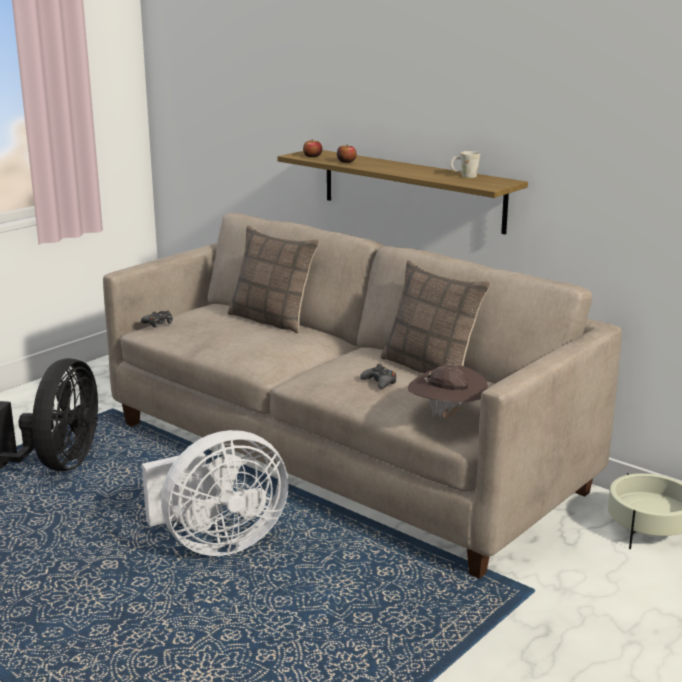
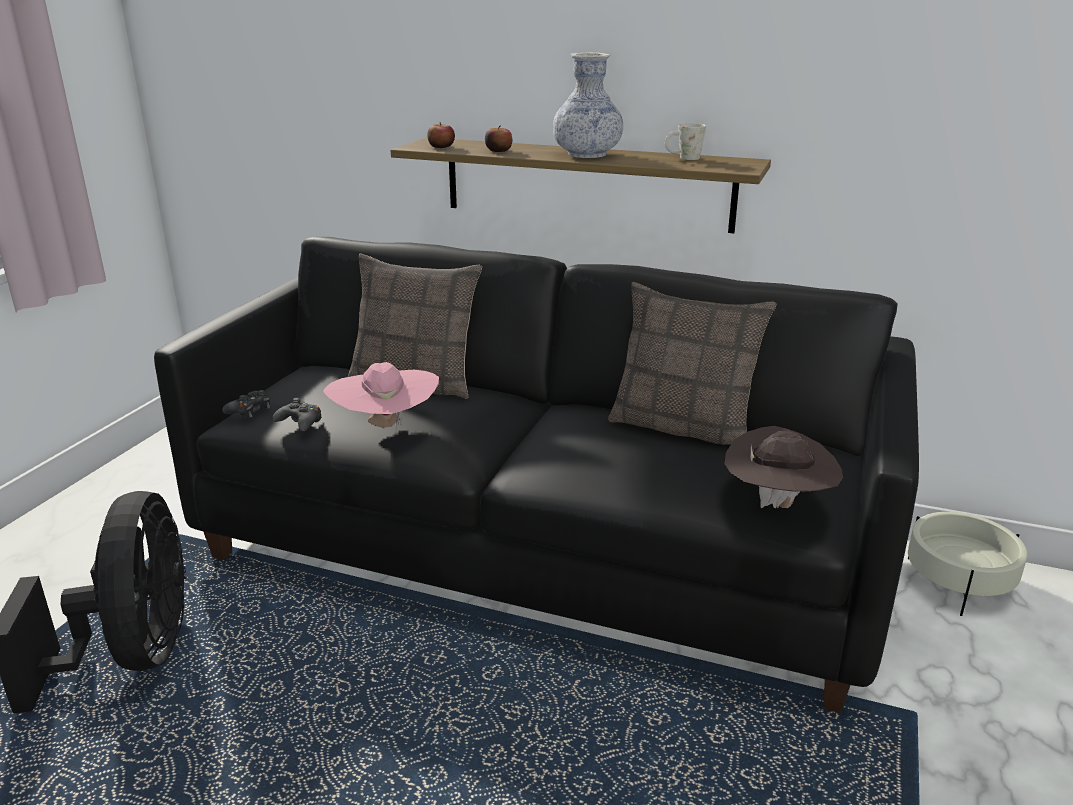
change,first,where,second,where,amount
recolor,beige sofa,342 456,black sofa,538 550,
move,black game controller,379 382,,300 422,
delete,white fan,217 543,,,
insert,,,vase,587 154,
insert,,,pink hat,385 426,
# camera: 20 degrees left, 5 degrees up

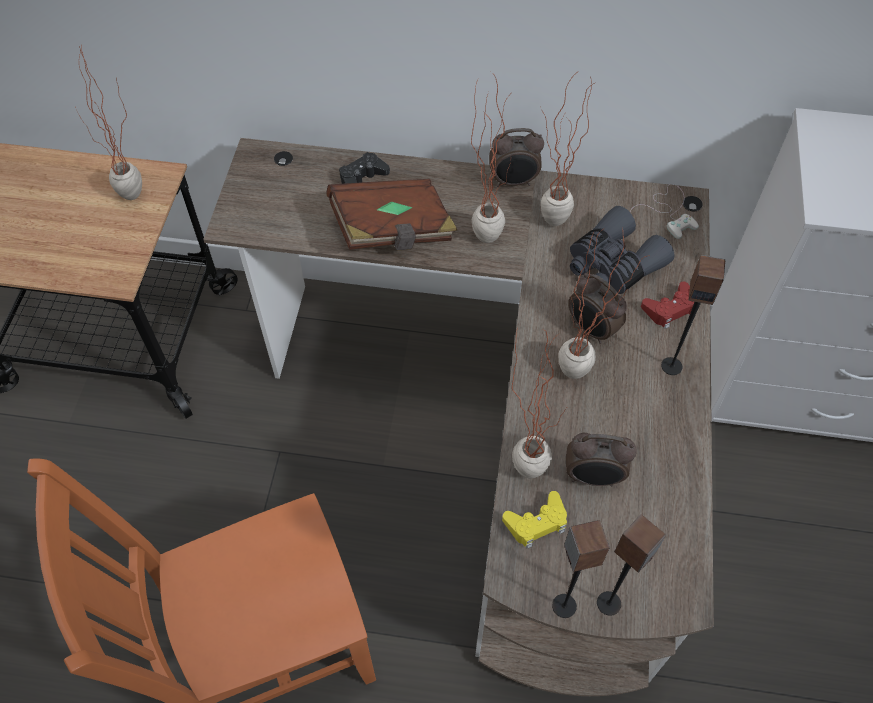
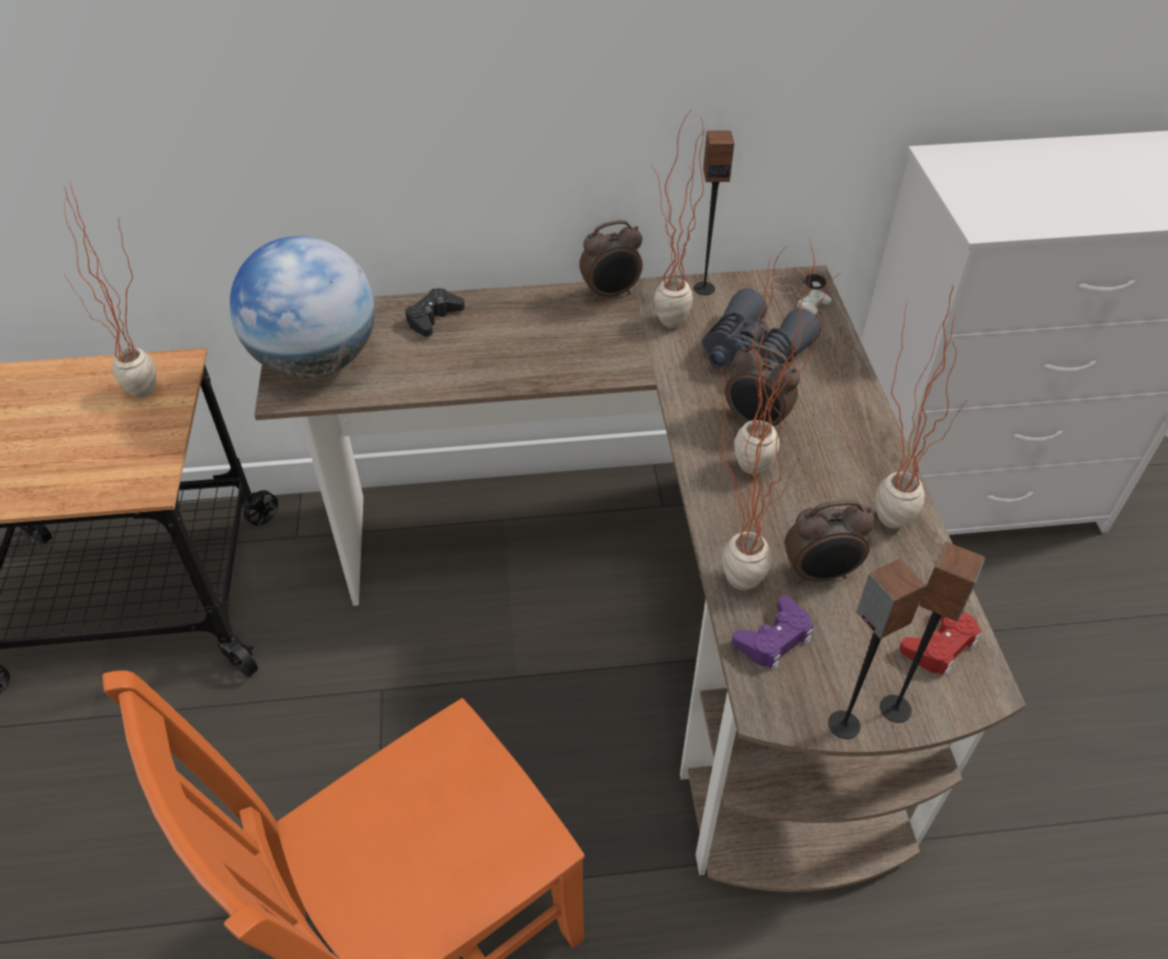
change,first,where,second,where,amount
move,potted plant,486 229,,885 510,
delete,brown book,393 230,,,
move,speaker,671 366,,704 288,
move,red game controller,670 309,,939 645,
recolor,yellow game controller,536 523,purple game controller,774 639,
insert,,,globe,317 360,
# camera: 15 degrees left, 10 degrees down

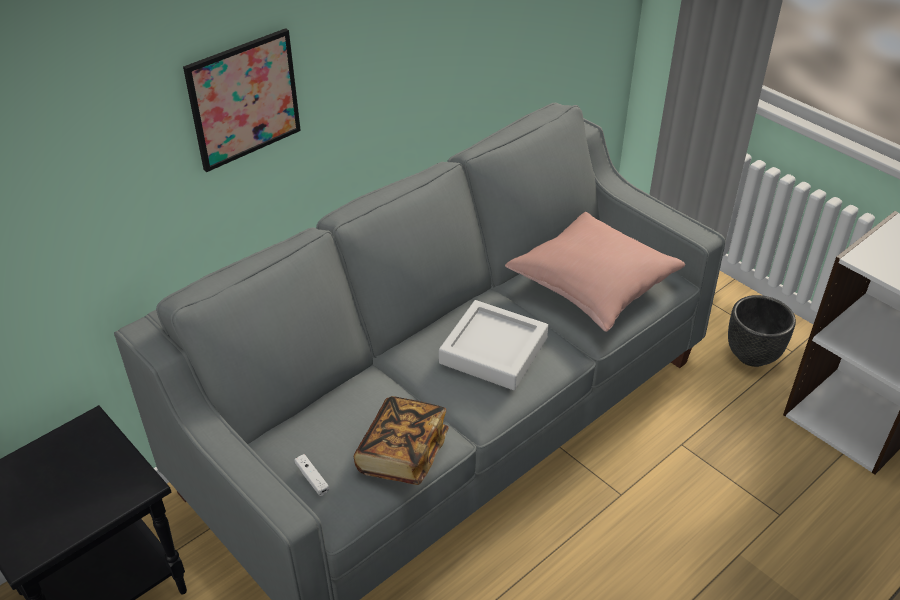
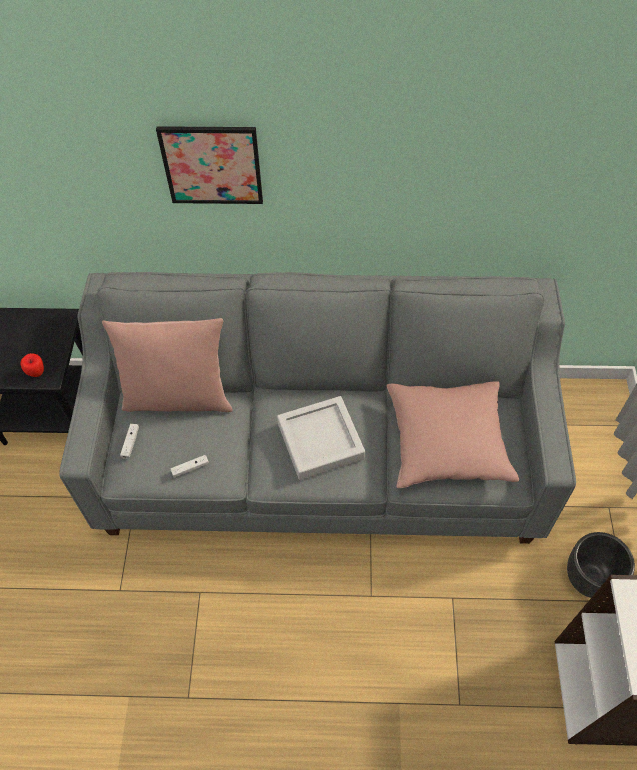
change,first,where,second,where,amount
replace,book,402 454,white game controller,190 468,
insert,,,pink pillow,178 397,
insert,,,apple,37 373,
# camera: 45 degrees right, 15 degrees up

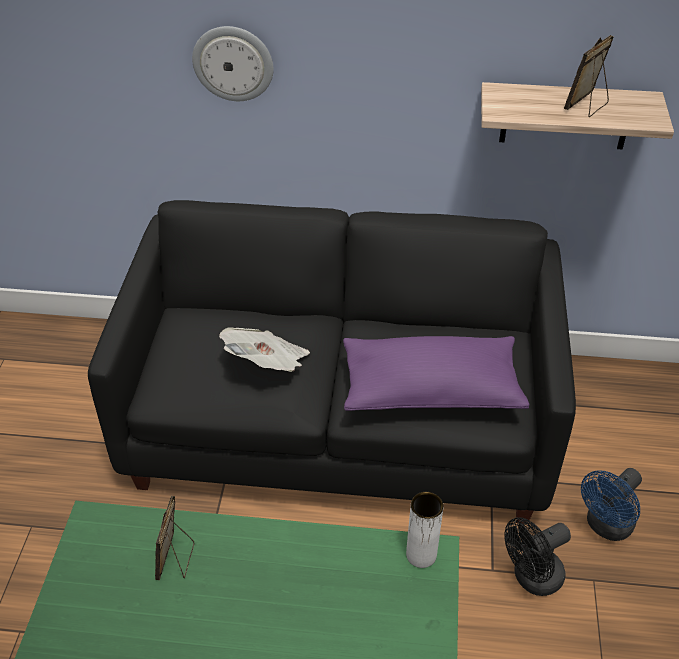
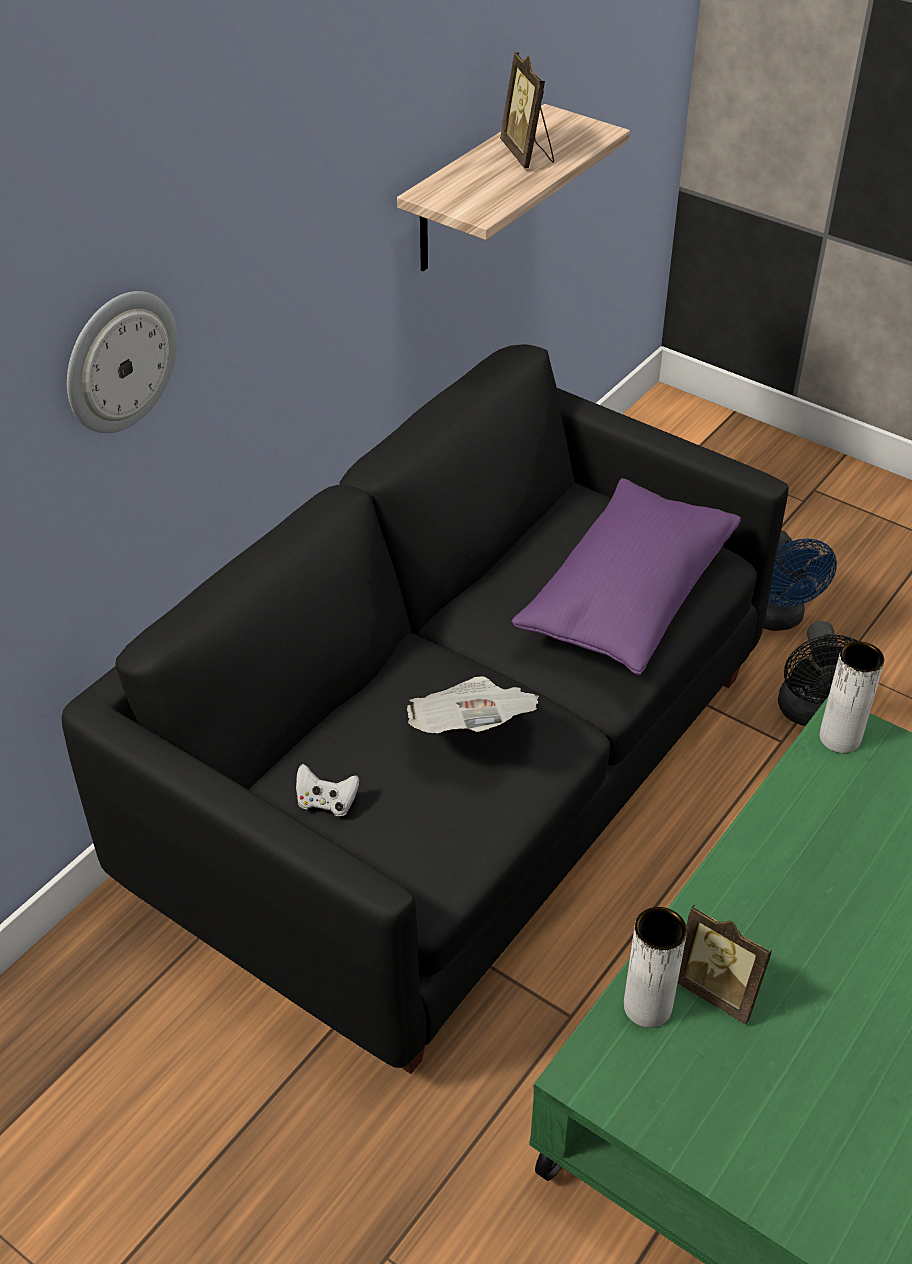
change,first,where,second,where,amount
insert,,,white game controller,326 802,
insert,,,white vase,647 1006,
# camera: 60 degrees left, 0 degrees up

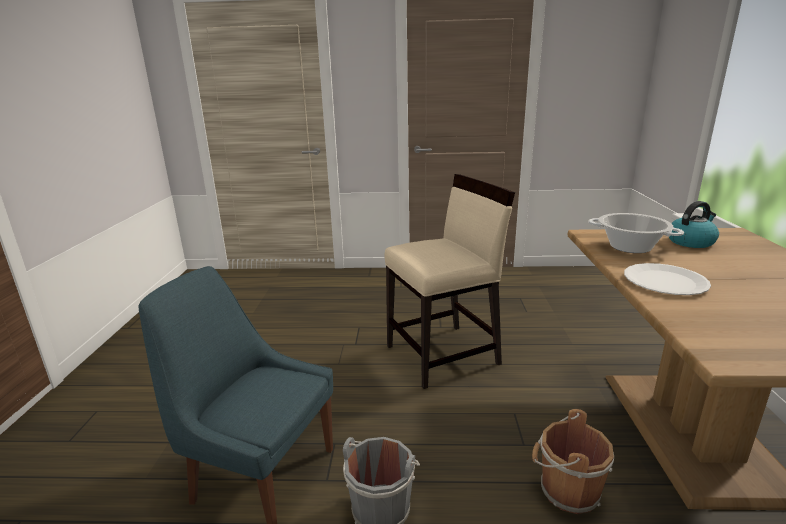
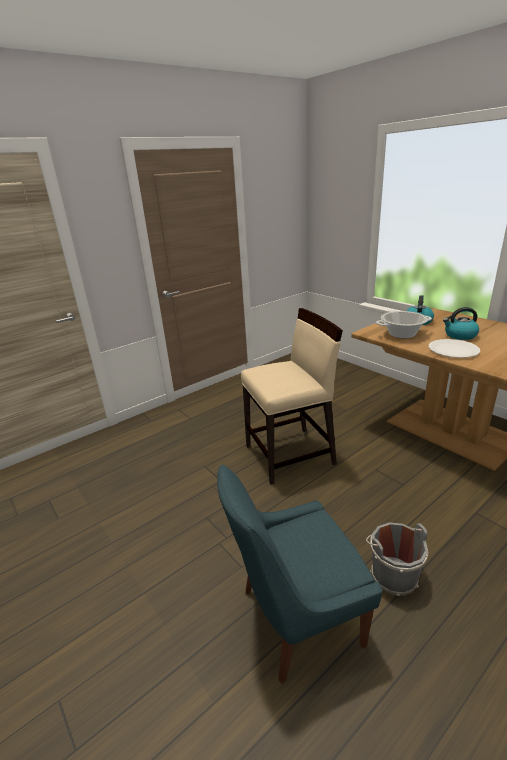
change,first,where,second,where,amount
rotate,beige chair,444 355,,291 455,45 degrees clockwise
delete,brown bucket,566 490,,,
insert,,,kettle,459 335,
# camera: 40 degrees left, 5 degrees up

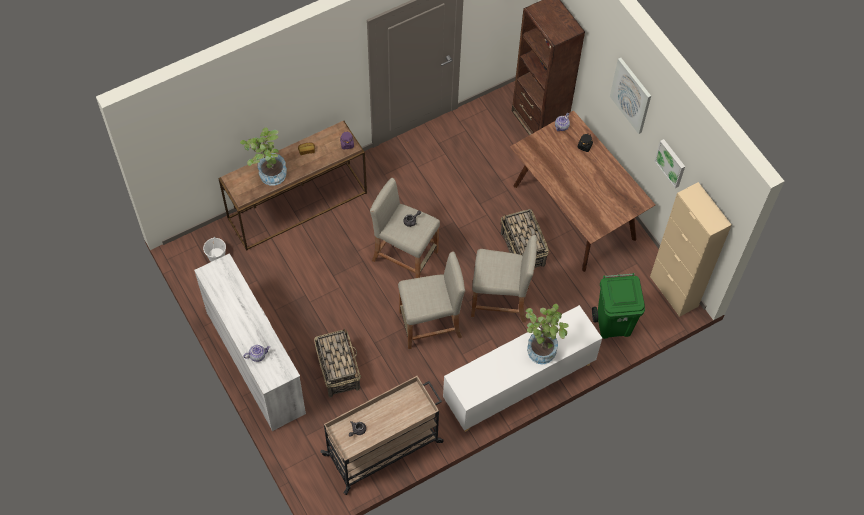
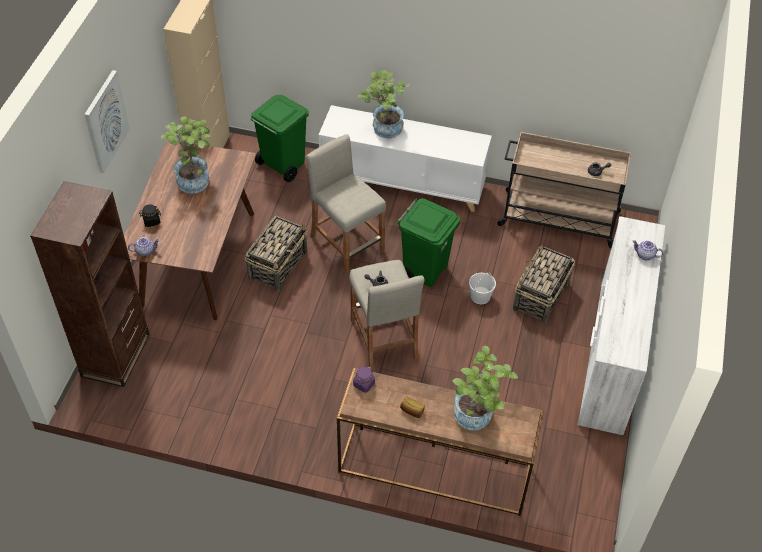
change,first,where,second,where,amount
delete,picture,671 162,,,
move,white bucket,217 256,,480 296,
replace,beige stool,430 325,green trash can,425 270,
insert,,,potted plant,194 178,
# camera: 135 degrees left, 10 degrees down

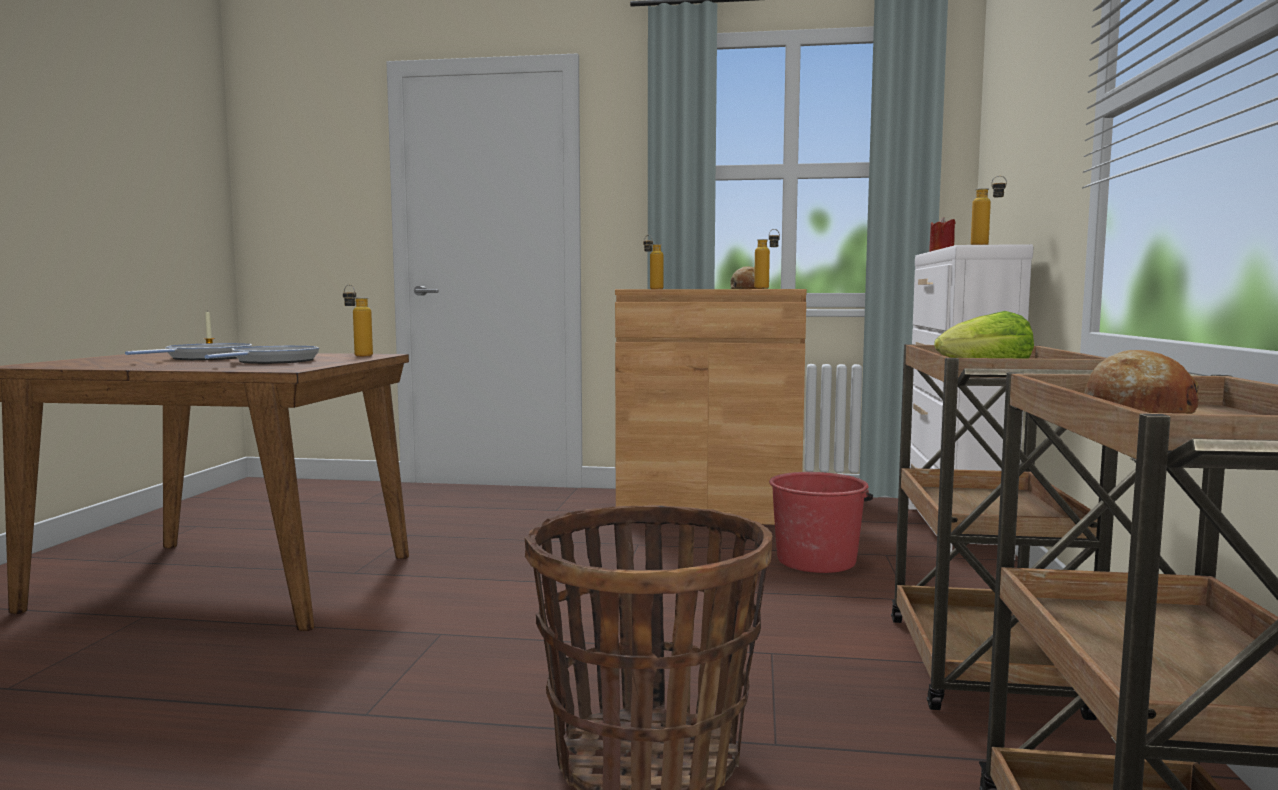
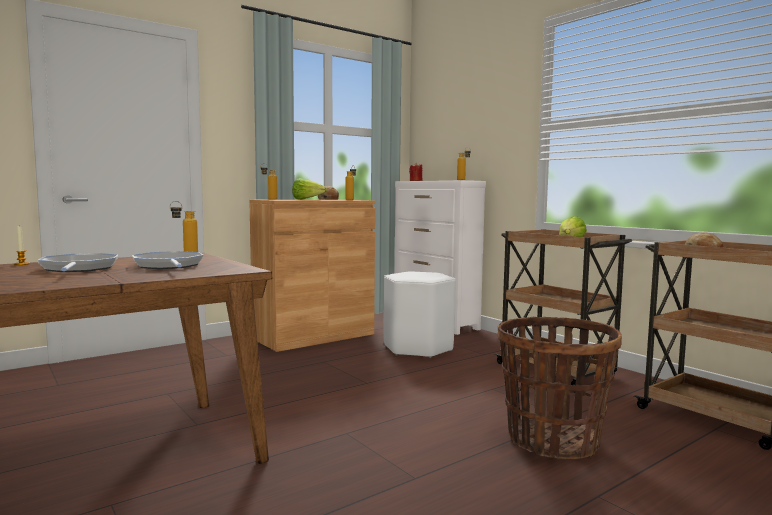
change,first,where,second,where,amount
replace,red bucket,816 560,white stool,418 348,
insert,,,lettuce,307 199,
# camera: 45 degrees left, 0 degrees up

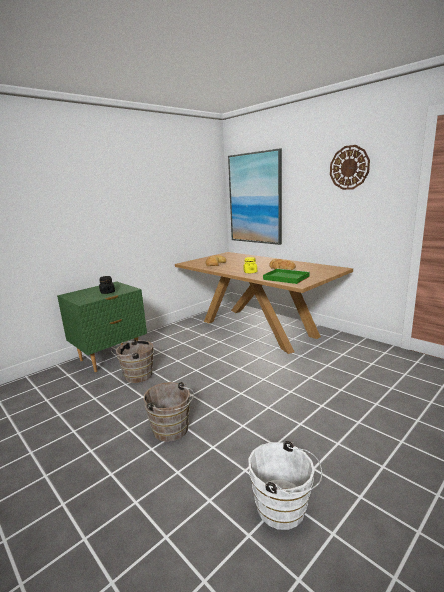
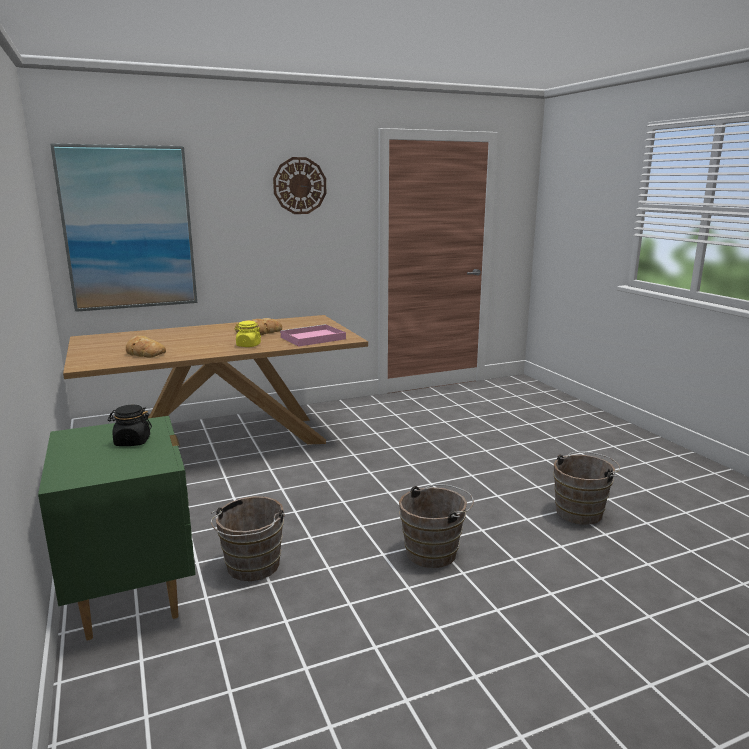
change,first,where,second,where,amount
recolor,green tray,285 278,pink tray,312 338,
recolor,white bucket,284 509,brown bucket,581 511,
# camera: 70 degrees left, 0 degrees up

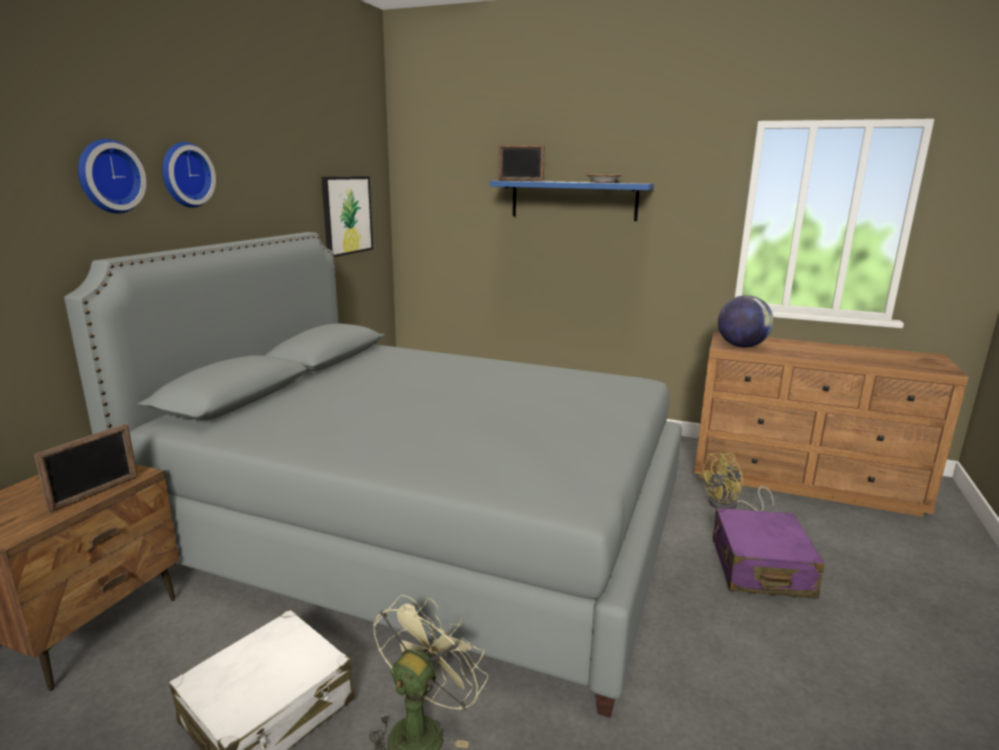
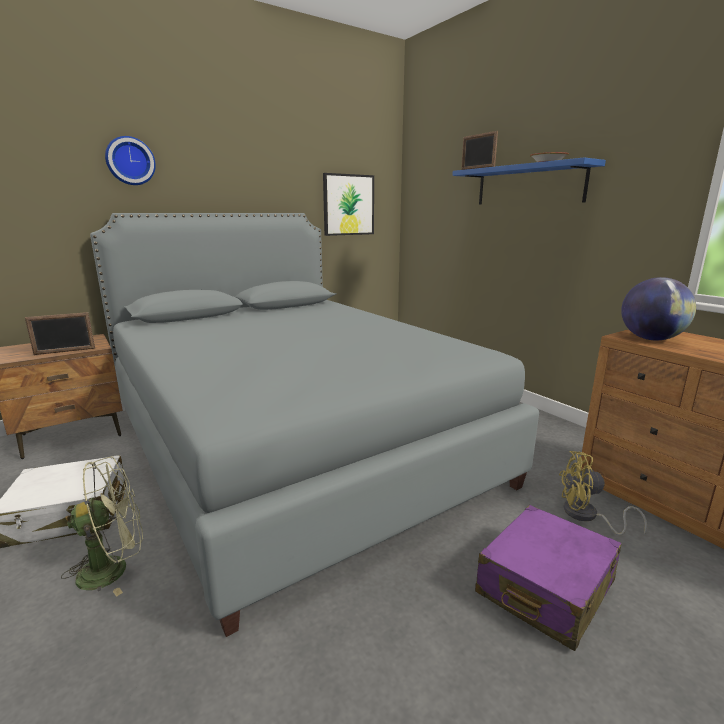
change,first,where,second,where,amount
delete,wall clock,184 175,,,
# camera: 35 degrees right, 0 degrees up

